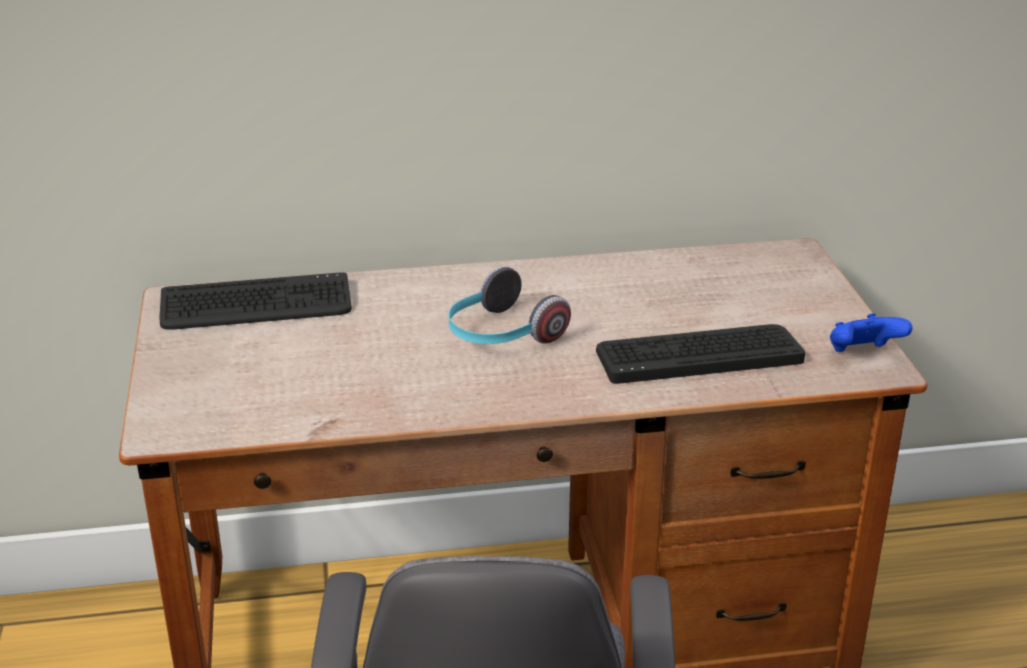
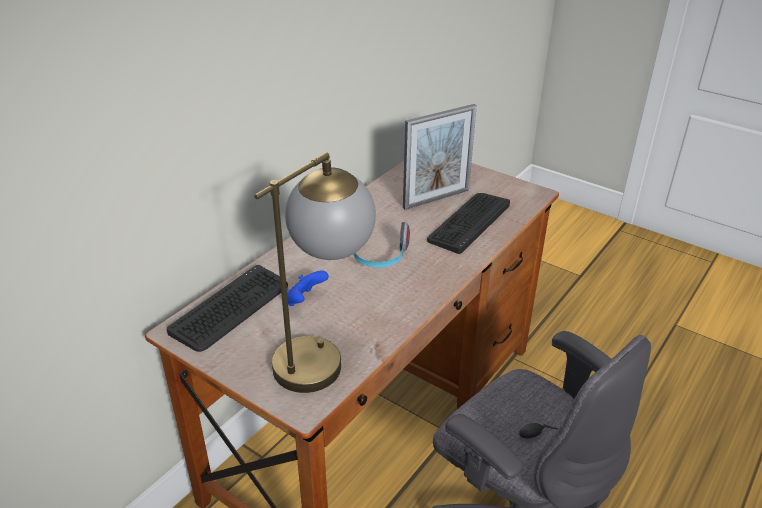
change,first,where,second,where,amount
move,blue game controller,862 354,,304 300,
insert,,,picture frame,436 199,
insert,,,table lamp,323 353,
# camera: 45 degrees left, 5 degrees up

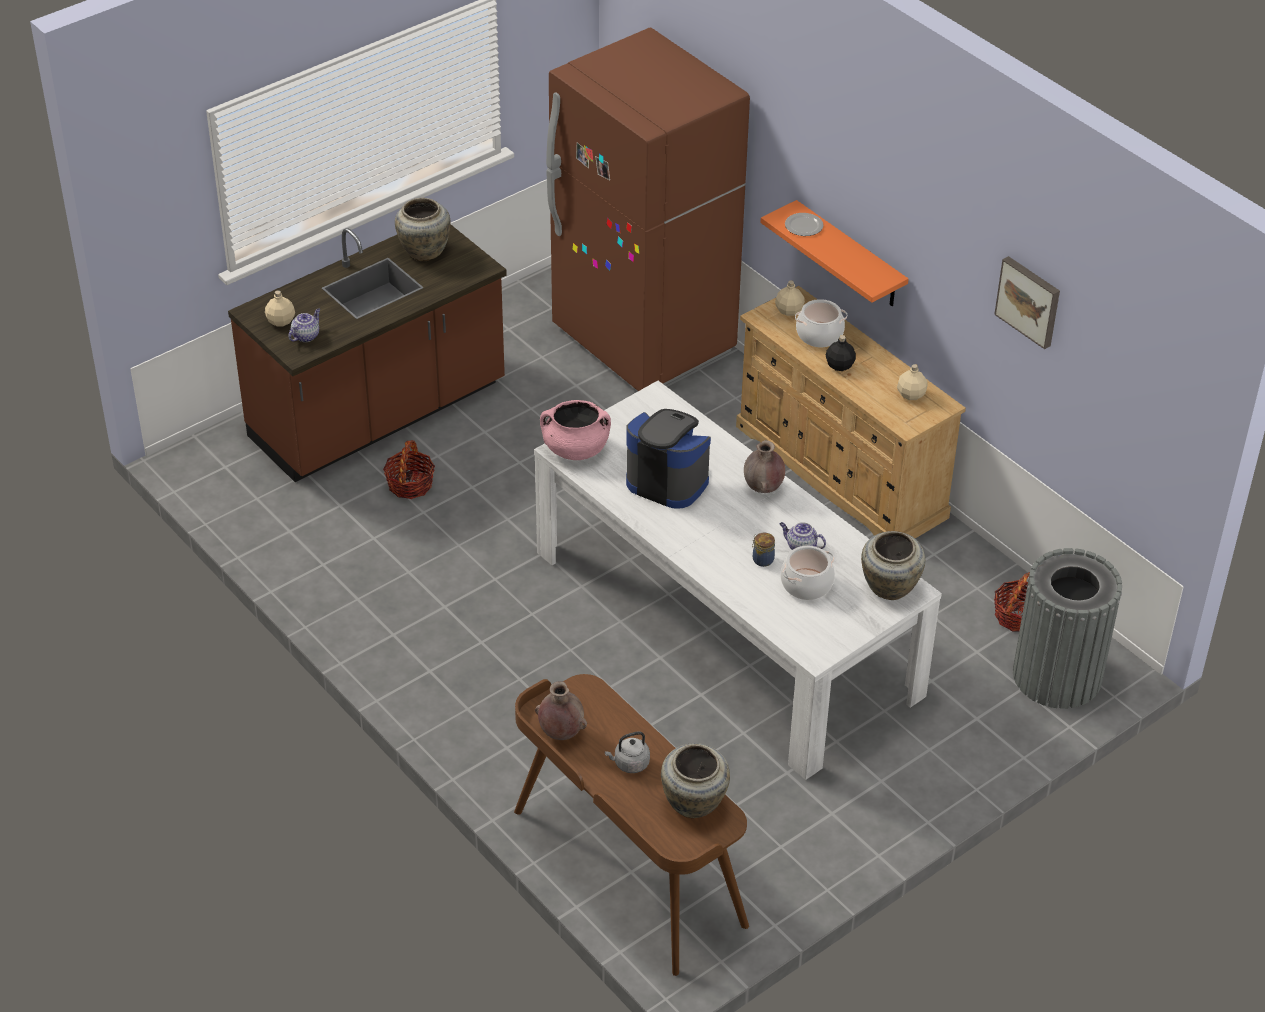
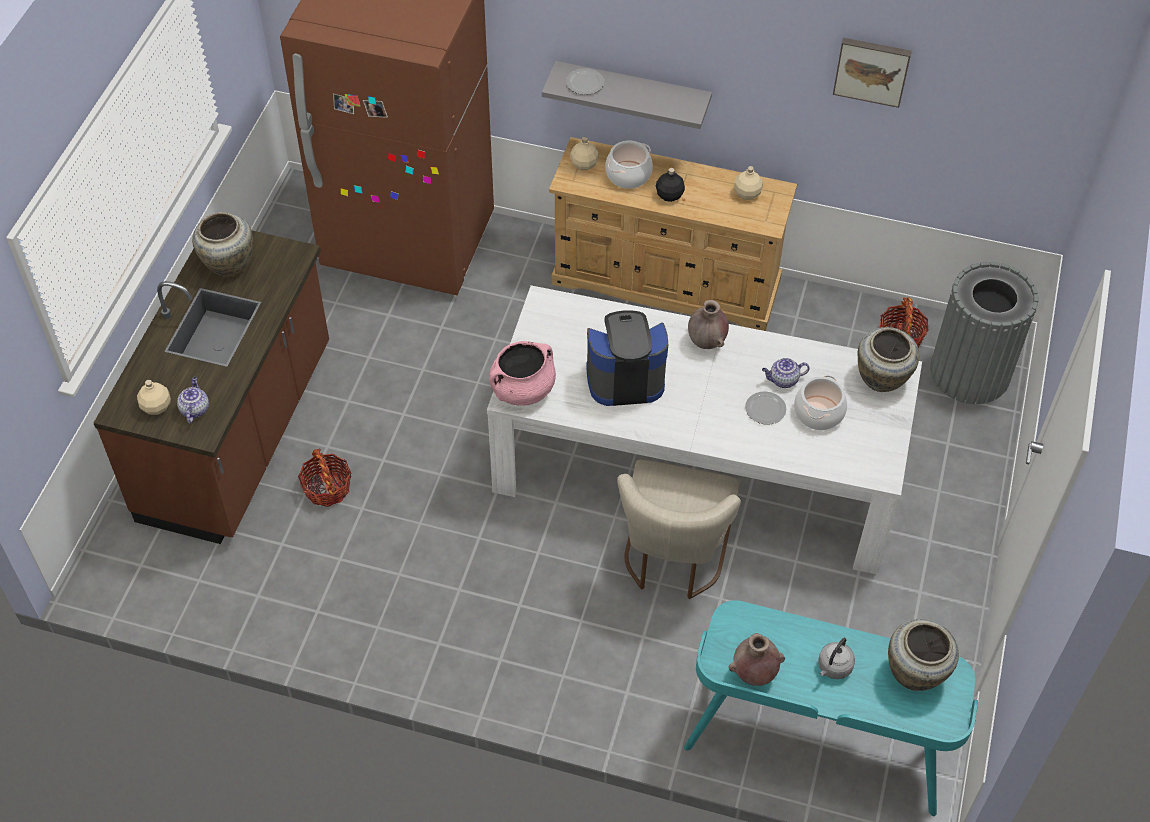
change,first,where,second,where,amount
recolor,orange shelf,850 256,grey shelf,632 92,
replace,jar,762 559,plate,764 409,
recolor,brown desk,626 869,turquoise desk,816 743,
insert,,,beige chair,673 559,
# camera: 35 degrees left, 10 degrees up

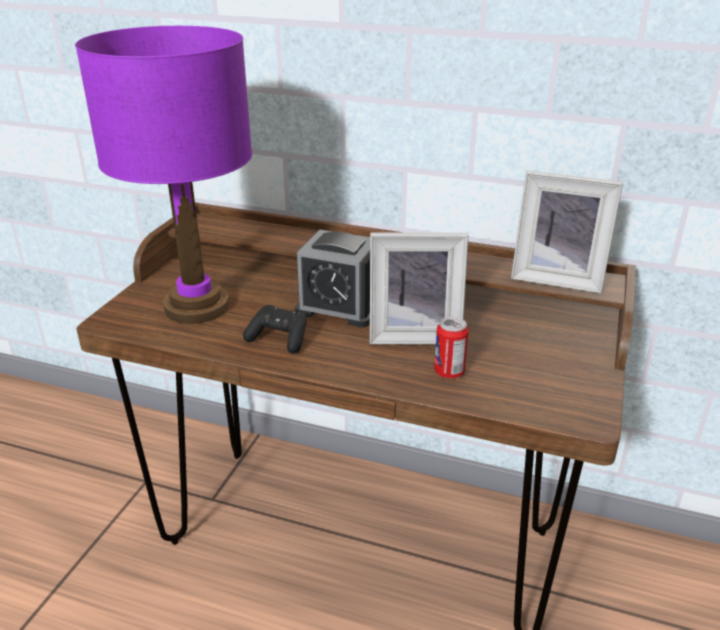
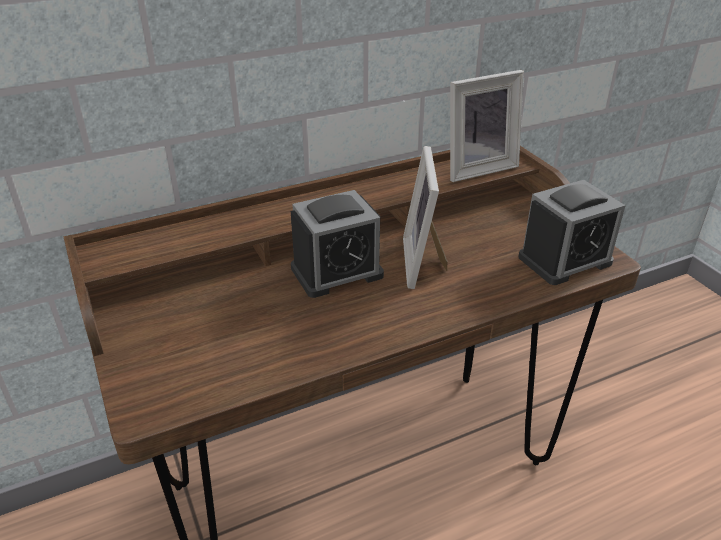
change,first,where,second,where,amount
delete,purple table lamp,196 307,,,
rotate,picture frame,414 334,,425 262,135 degrees clockwise
delete,black game controller,279 339,,,
delete,can,449 372,,,
insert,,,alarm clock,564 260,
# camera: 45 degrees left, 5 degrees up

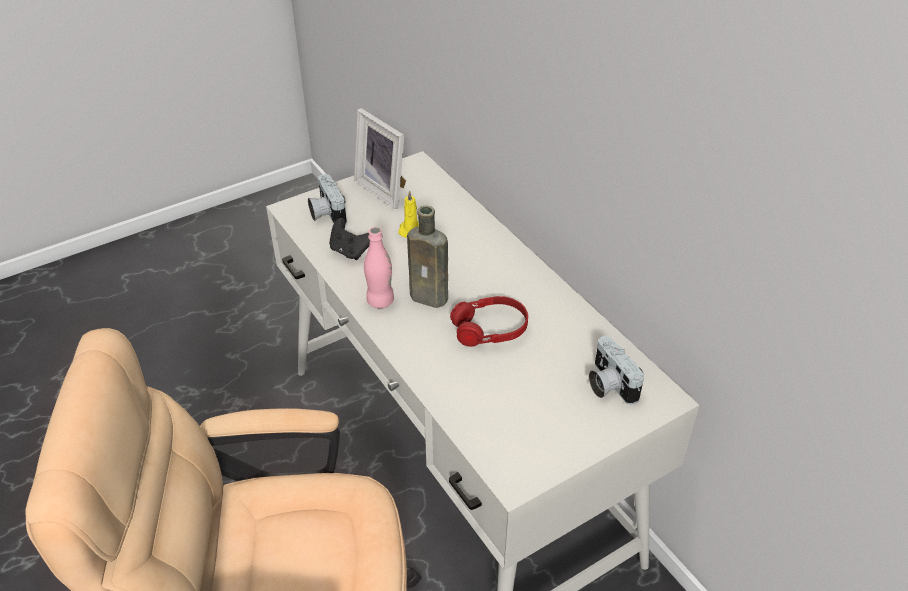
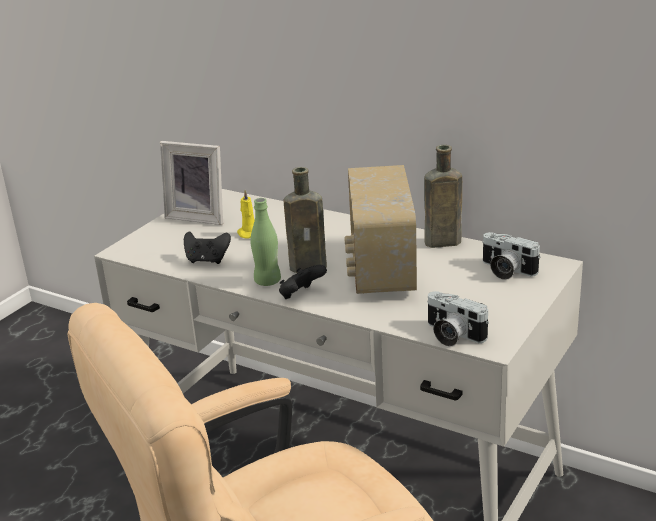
change,first,where,second,where,amount
move,photo camera,326 212,,452 335,
recolor,pink bottle,380 301,green bottle,267 281,
replace,red headphones,490 329,radio,380 270,
insert,,,brown bottle,440 242,
insert,,,black game controller,301 295,
# camera: 25 degrees left, 15 degrees down

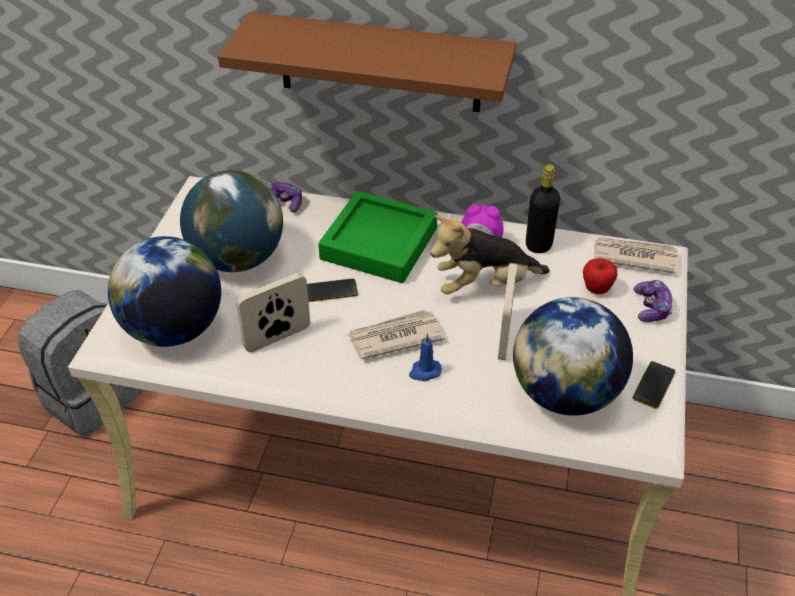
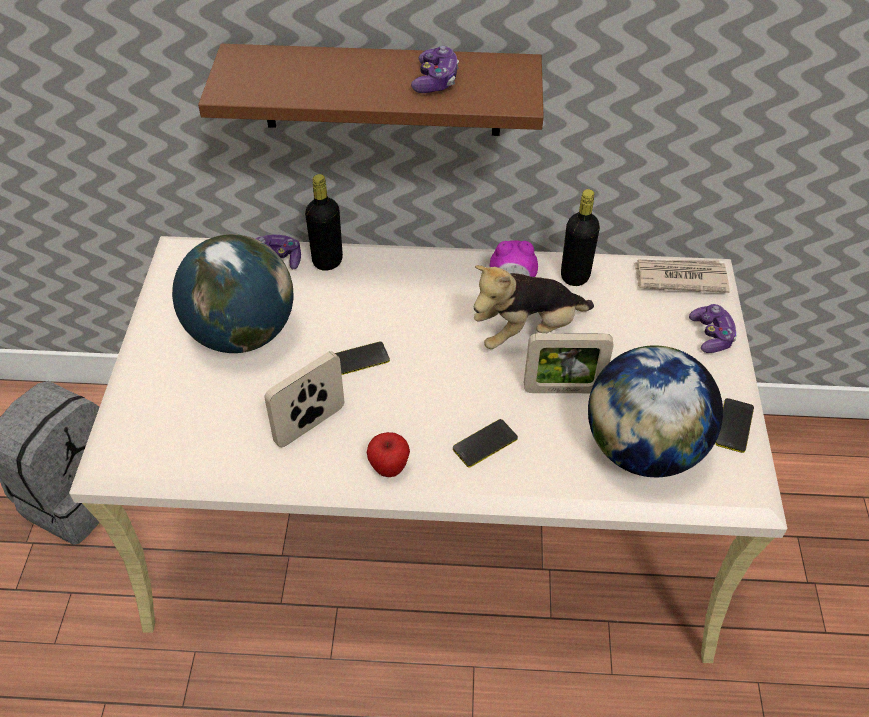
change,first,where,second,where,amount
delete,green tray,379 244,,,
delete,globe,174 329,,,
move,apple,596 289,,389 468,
rotate,picture frame,504 336,,563 389,90 degrees counterclockwise
delete,newspaper,394 337,,,
replace,blue candle,424 371,phone,485 443,
insert,,,game controller,435 80,
insert,,,black bottle,327 261,
# camera: 10 degrees left, 5 degrees up

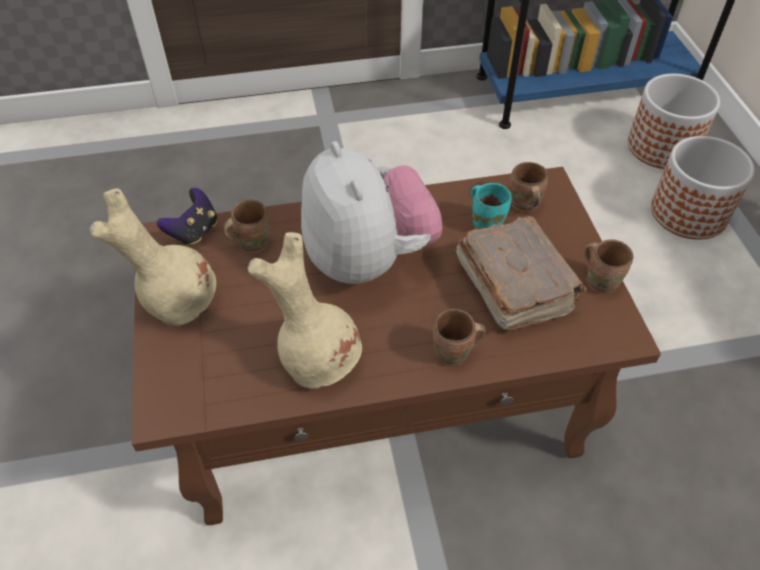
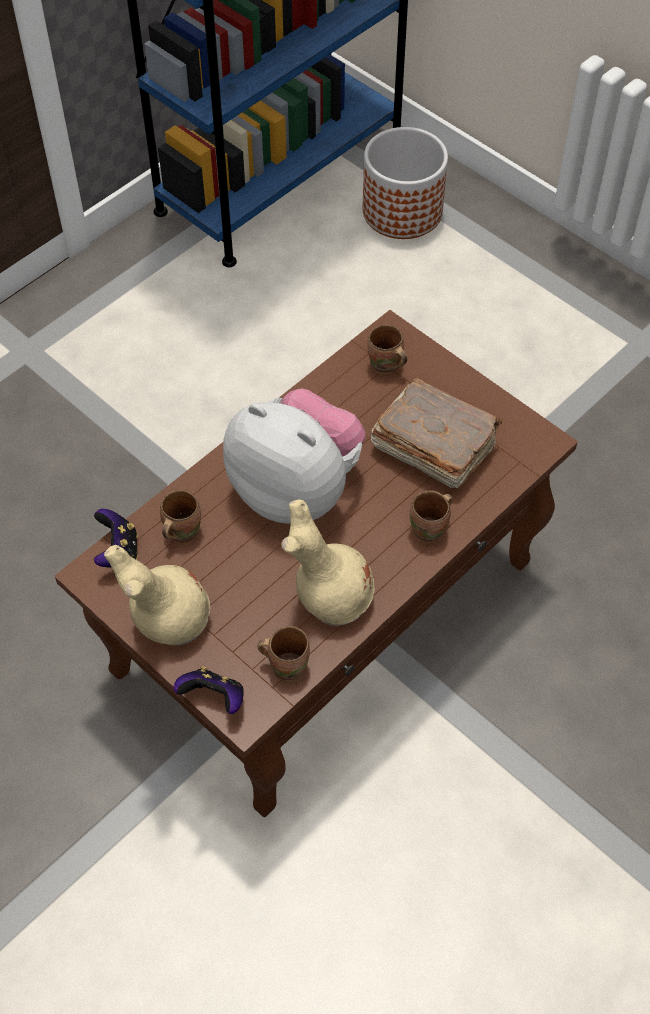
change,first,where,second,where,amount
delete,planter,687 213,,,
delete,turquoise mug,487 222,,,
move,brown mug,601 280,,287 664,
insert,,,game controller,214 699,
# camera: 35 degrees left, 5 degrees up

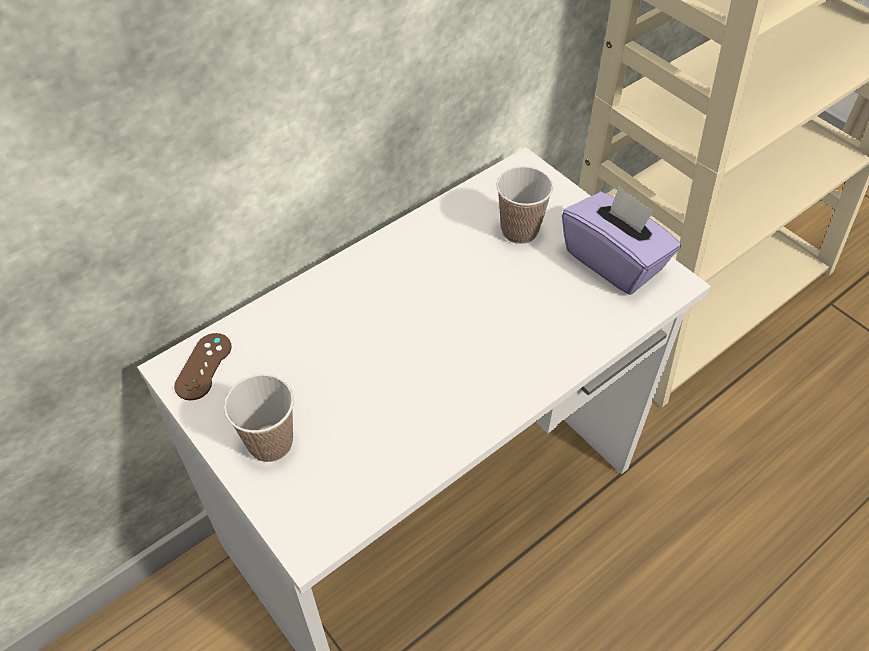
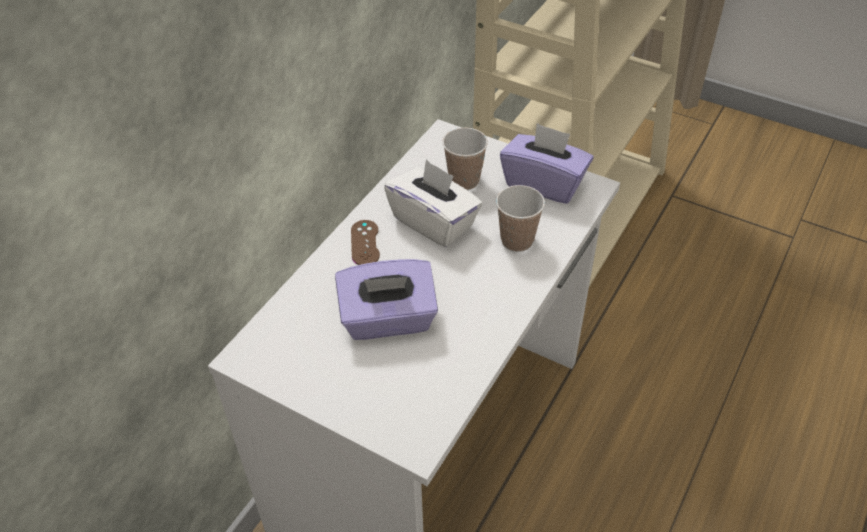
change,first,where,second,where,amount
move,brown game controller,203 366,,365 243,
move,cup,270 443,,517 241,
insert,,,white tissue box,434 222,
insert,,,purple tissue box,388 320,
# camera: 20 degrees left, 5 degrees down

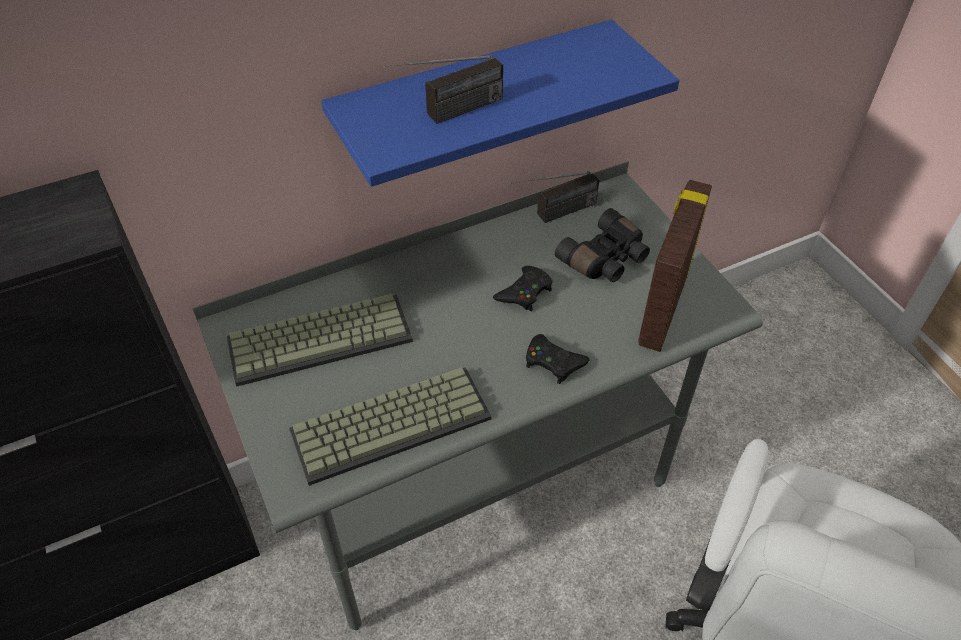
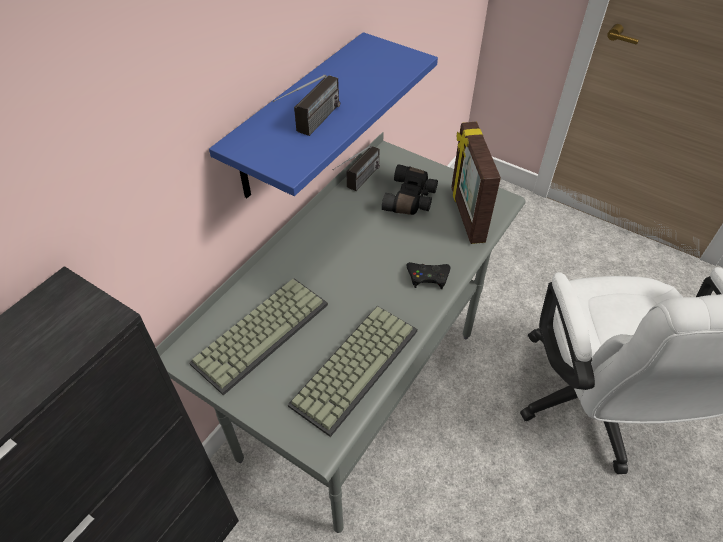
change,first,where,second,where,amount
delete,black game controller,525 292,,,
# camera: 30 degrees left, 0 degrees up

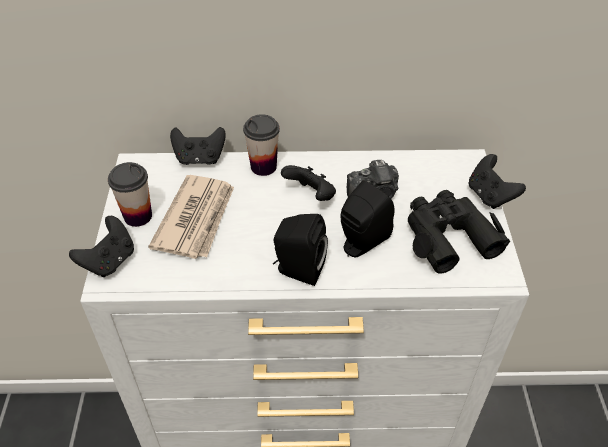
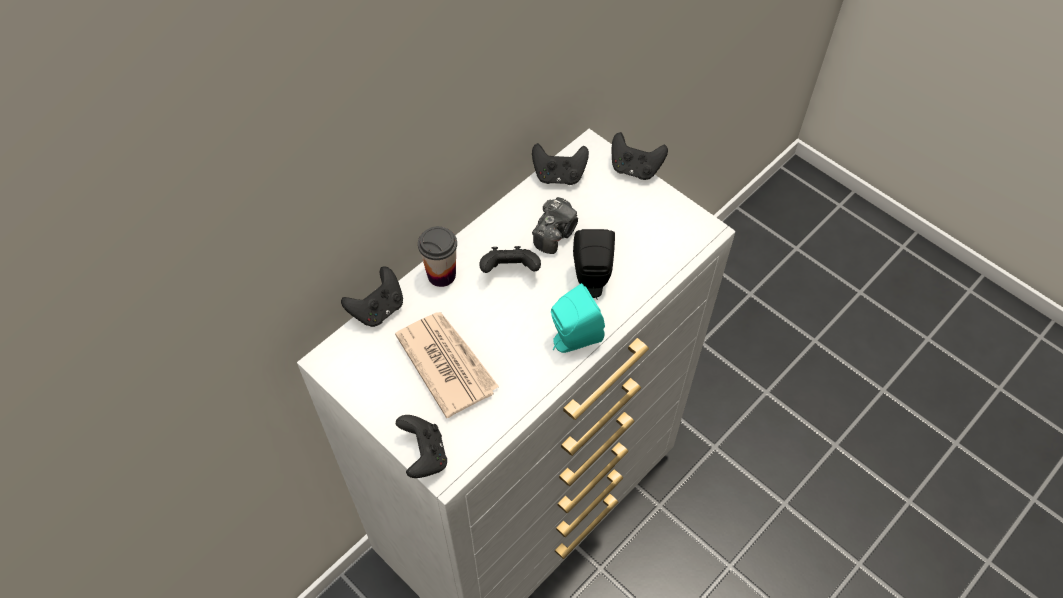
change,first,where,second,where,amount
delete,cup,138 216,,,
delete,black binoculars,448 236,,,
recolor,black speaker,298 270,turquoise speaker,572 339,
insert,,,black game controller,559 176,
# camera: 45 degrees left, 10 degrees up

